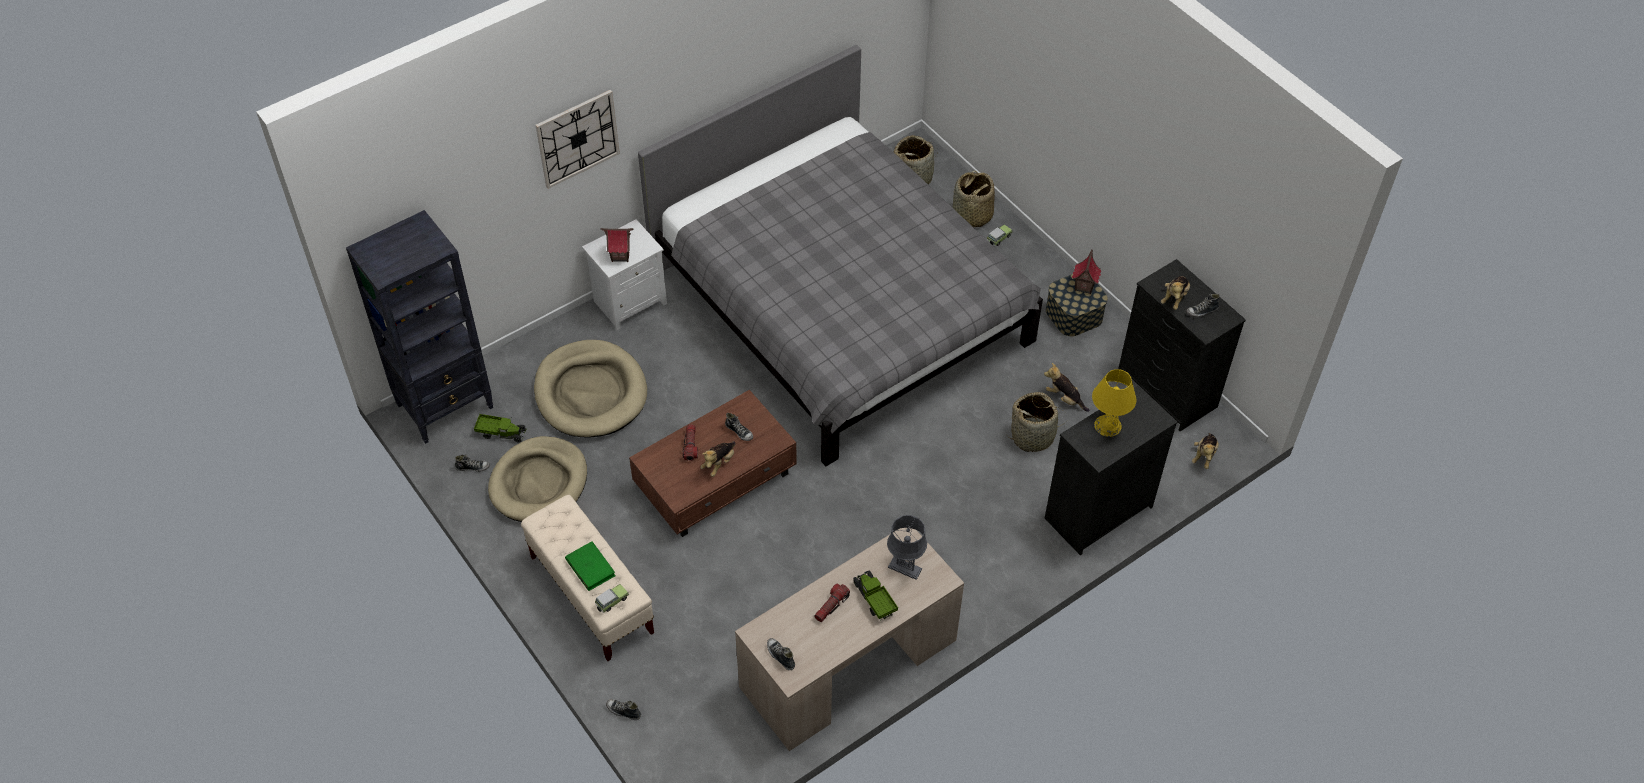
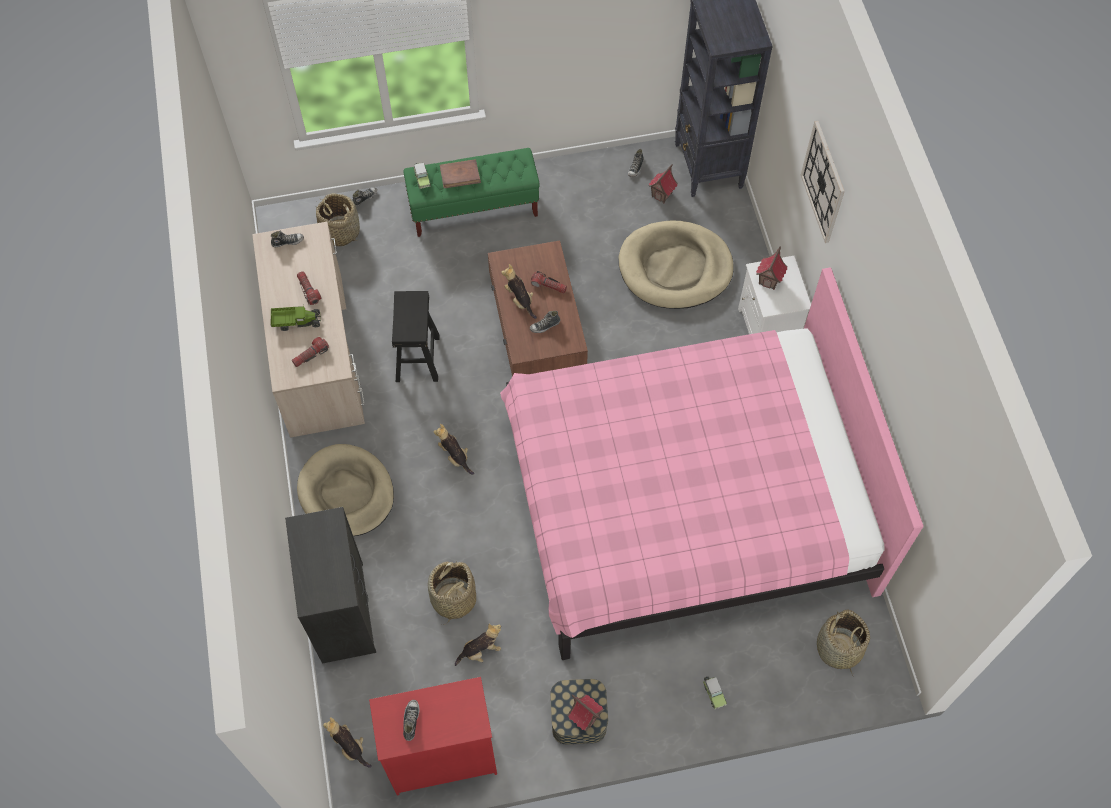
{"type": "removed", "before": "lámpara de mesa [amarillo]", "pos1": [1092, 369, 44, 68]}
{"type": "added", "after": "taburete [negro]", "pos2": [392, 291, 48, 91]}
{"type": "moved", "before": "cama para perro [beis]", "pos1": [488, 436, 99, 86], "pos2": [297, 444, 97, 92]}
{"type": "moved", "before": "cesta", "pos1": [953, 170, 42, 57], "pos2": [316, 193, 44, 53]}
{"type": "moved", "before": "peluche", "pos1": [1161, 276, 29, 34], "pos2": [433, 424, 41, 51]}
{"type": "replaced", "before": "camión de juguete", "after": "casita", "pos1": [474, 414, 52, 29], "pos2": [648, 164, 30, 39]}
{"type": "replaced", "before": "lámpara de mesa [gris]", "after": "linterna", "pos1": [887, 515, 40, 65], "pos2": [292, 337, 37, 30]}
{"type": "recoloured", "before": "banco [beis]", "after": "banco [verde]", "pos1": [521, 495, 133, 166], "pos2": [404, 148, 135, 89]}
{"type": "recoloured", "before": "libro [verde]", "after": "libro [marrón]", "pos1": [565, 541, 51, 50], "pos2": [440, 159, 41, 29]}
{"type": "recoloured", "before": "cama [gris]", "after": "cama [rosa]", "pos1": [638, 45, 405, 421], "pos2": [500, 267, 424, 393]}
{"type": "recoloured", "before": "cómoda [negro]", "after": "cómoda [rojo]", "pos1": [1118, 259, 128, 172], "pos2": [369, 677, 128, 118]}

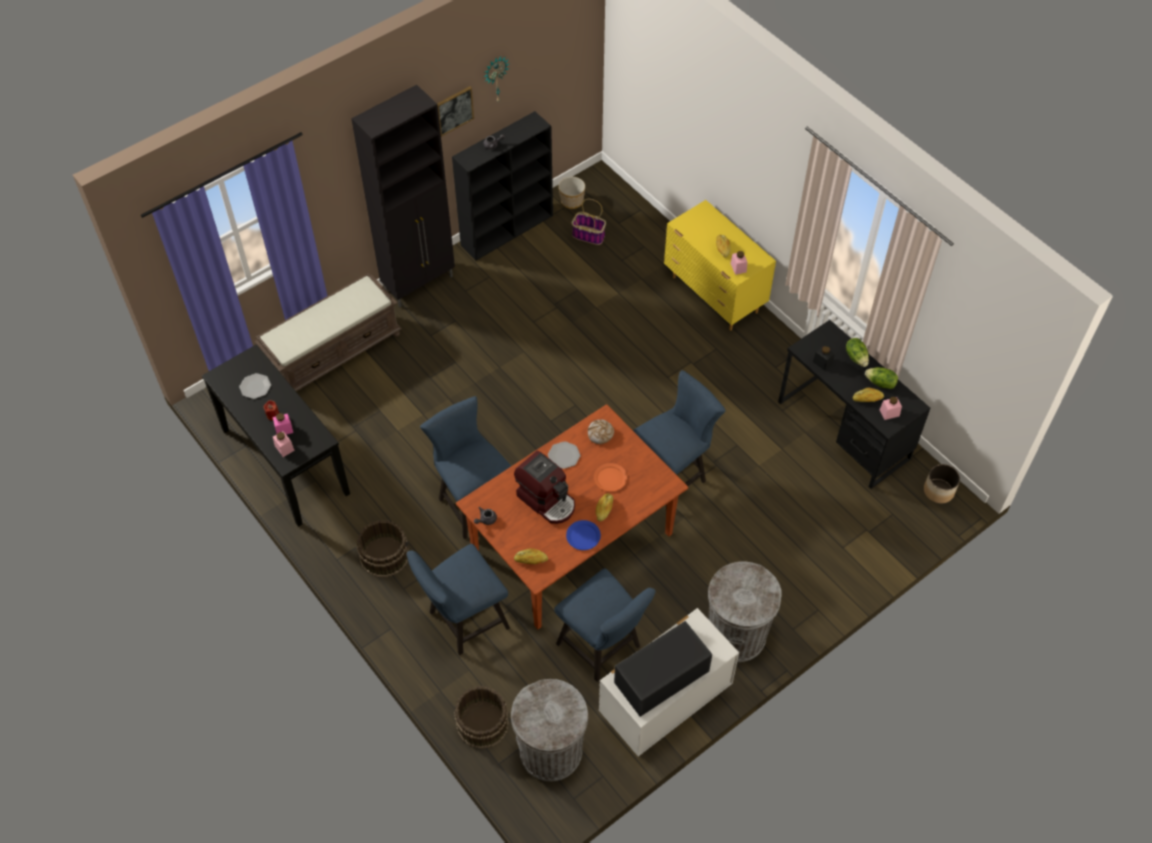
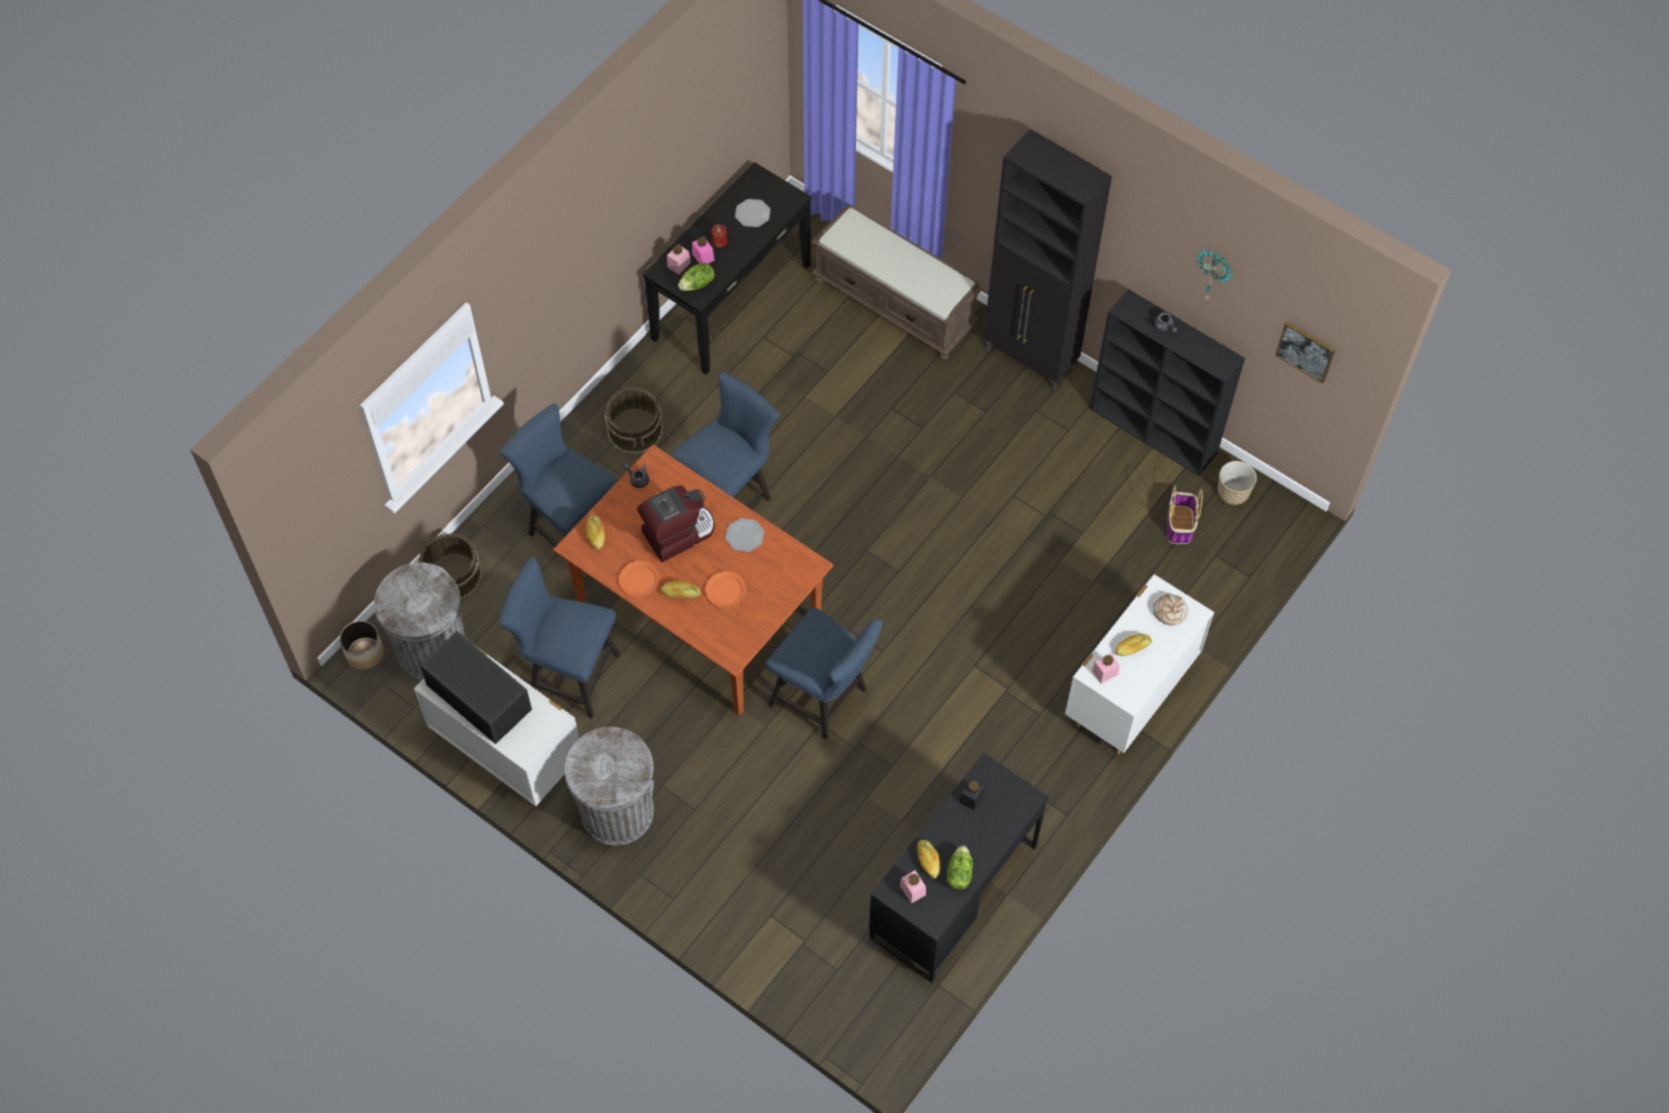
{"type": "moved", "before": "cuadro", "pos1": [437, 86, 37, 51], "pos2": [1275, 321, 61, 63]}
{"type": "moved", "before": "pan", "pos1": [588, 420, 26, 24], "pos2": [1153, 594, 35, 31]}
{"type": "moved", "before": "lechuga", "pos1": [846, 338, 23, 29], "pos2": [678, 263, 37, 28]}
{"type": "moved", "before": "maceta", "pos1": [924, 464, 36, 39], "pos2": [339, 621, 45, 49]}
{"type": "recoloured", "before": "plato [azul]", "after": "plato [naranja]", "pos1": [566, 520, 35, 30], "pos2": [619, 561, 41, 35]}
{"type": "recoloured", "before": "cómoda [amarillo]", "after": "cómoda [blanco]", "pos1": [664, 200, 112, 131], "pos2": [1065, 574, 149, 180]}
{"type": "turned", "before": "cafetera", "pos1": [514, 450, 61, 74], "pos2": [637, 485, 78, 77], "turn": -150}
{"type": "turned", "before": "silla [azul]", "pos1": [554, 568, 102, 114], "pos2": [498, 557, 123, 162], "turn": 75}

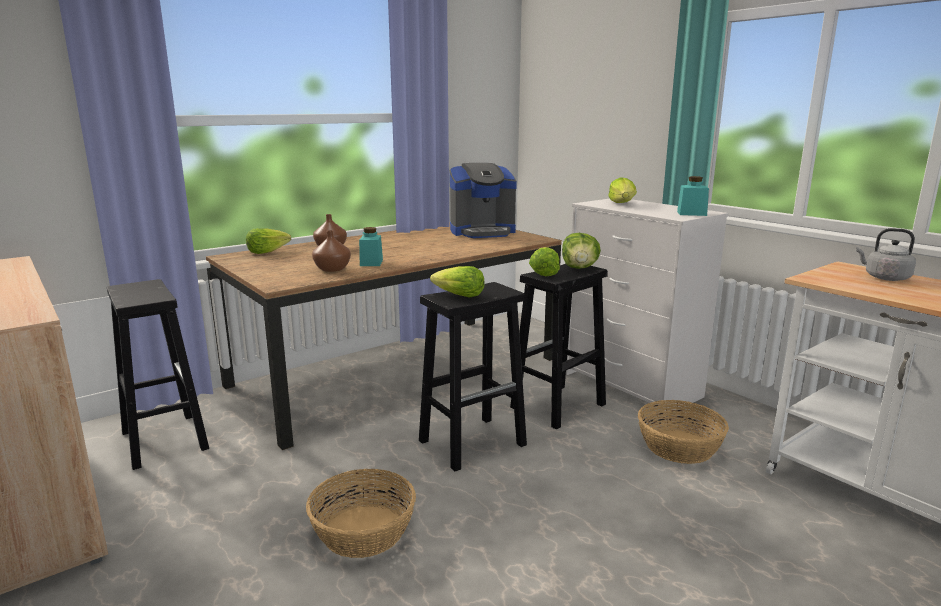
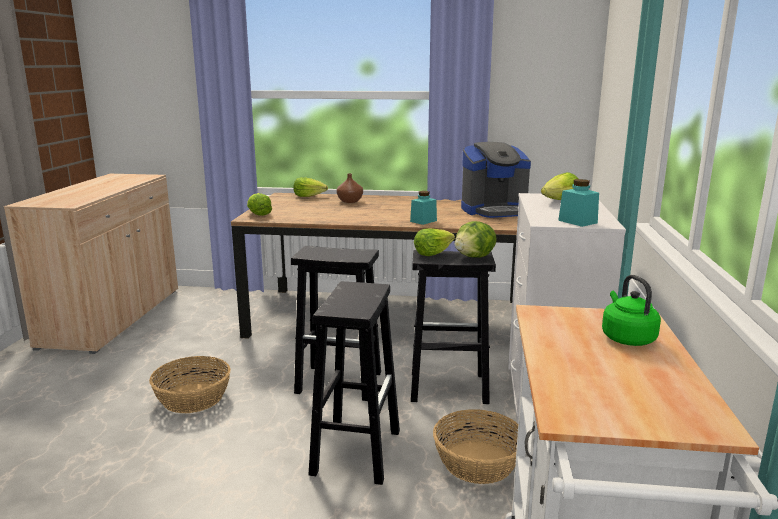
{"type": "removed", "before": "florero [marrón]", "pos1": [312, 230, 39, 42]}
{"type": "moved", "before": "taburete [negro]", "pos1": [107, 279, 102, 191], "pos2": [309, 281, 91, 204]}
{"type": "moved", "before": "tarro [turquesa]", "pos1": [359, 227, 24, 39], "pos2": [410, 191, 27, 34]}
{"type": "moved", "before": "lechuga", "pos1": [430, 266, 54, 32], "pos2": [247, 193, 25, 23]}
{"type": "recoloured", "before": "hervidor [gris]", "after": "hervidor [verde]", "pos1": [856, 228, 60, 53], "pos2": [602, 275, 59, 71]}
{"type": "turned", "before": "cafetera", "pos1": [449, 163, 68, 75], "pos2": [461, 142, 70, 76], "turn": -45}

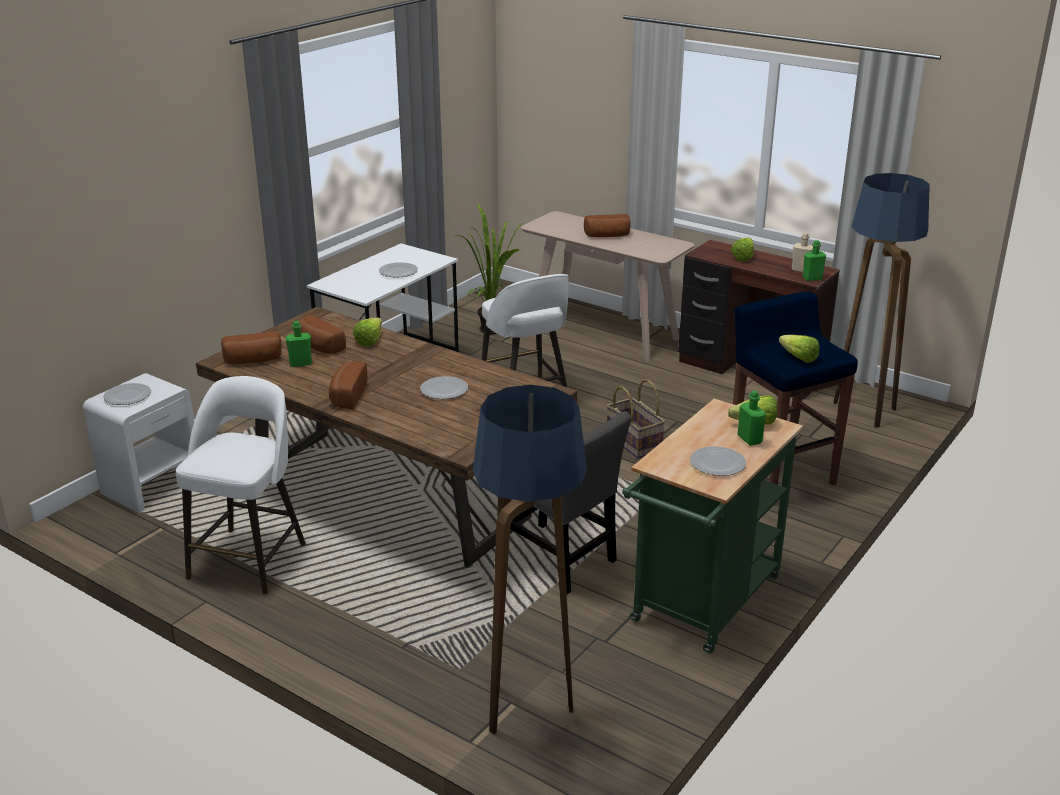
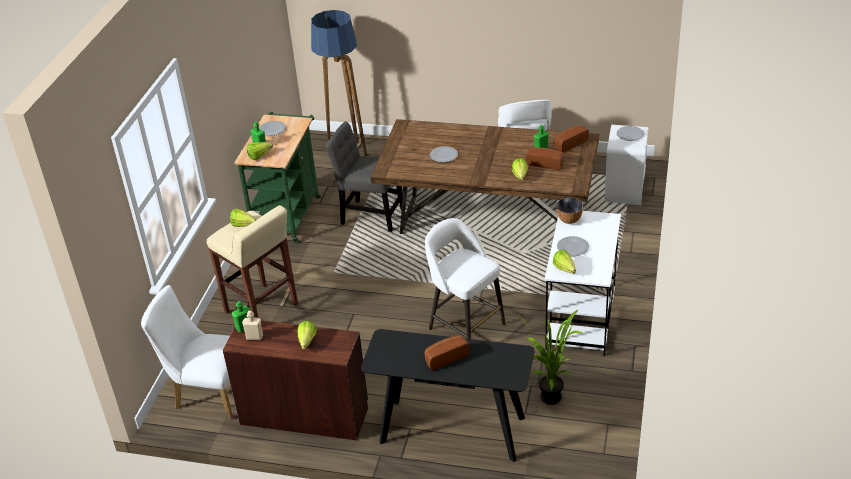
{"type": "removed", "before": "pan", "pos1": [329, 362, 39, 47]}
{"type": "removed", "before": "cesta", "pos1": [606, 379, 59, 79]}
{"type": "added", "after": "lechuga", "pos2": [553, 250, 23, 24]}
{"type": "added", "after": "cuenco", "pos2": [556, 198, 27, 26]}
{"type": "replaced", "before": "lámpara de pie", "after": "silla [blanco]", "pos1": [833, 173, 97, 255], "pos2": [141, 285, 92, 134]}
{"type": "recoloured", "before": "mesa consola [beis]", "after": "mesa consola [negro]", "pos1": [521, 211, 174, 151], "pos2": [361, 329, 174, 133]}
{"type": "recoloured", "before": "taburete [azul]", "after": "taburete [beis]", "pos1": [733, 291, 125, 195], "pos2": [206, 205, 92, 113]}

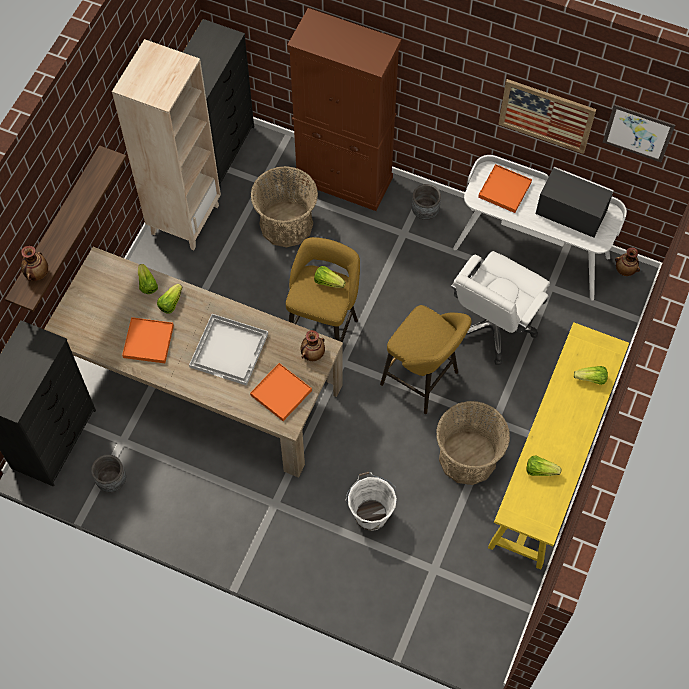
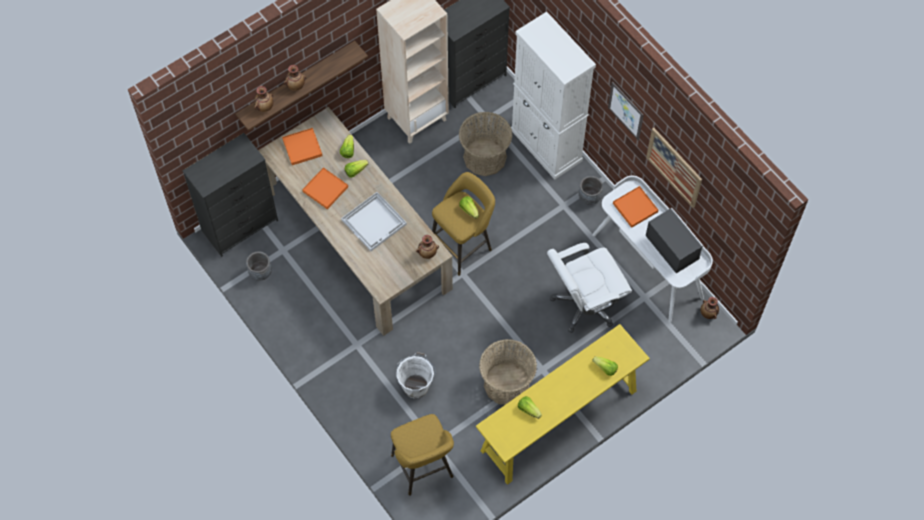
{"type": "added", "after": "florero", "pos2": [284, 65, 22, 26]}
{"type": "moved", "before": "bandeja [naranja]", "pos1": [250, 363, 62, 58], "pos2": [282, 128, 41, 37]}
{"type": "moved", "before": "taburete [amarillo]", "pos1": [380, 305, 92, 109], "pos2": [391, 414, 63, 82]}
{"type": "moved", "before": "cuadro", "pos1": [603, 104, 72, 58], "pos2": [608, 82, 36, 58]}
{"type": "recoloured", "before": "armario [marrón]", "after": "armario [blanco]", "pos1": [287, 8, 114, 203], "pos2": [511, 12, 85, 168]}

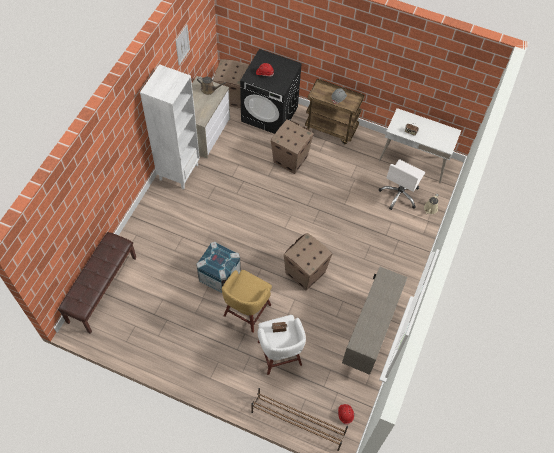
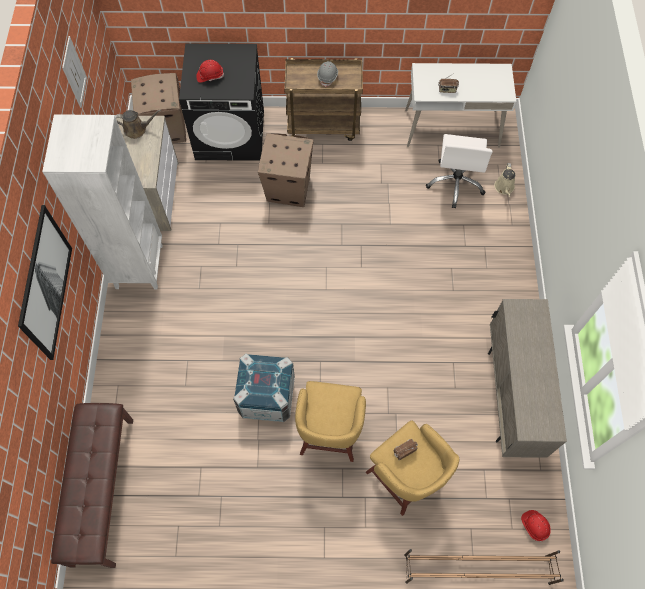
{"type": "removed", "before": "caja de cartón", "pos1": [284, 233, 49, 57]}
{"type": "added", "after": "cuadro", "pos2": [18, 205, 54, 155]}
{"type": "recoloured", "before": "taburete [blanco]", "after": "taburete [amarillo]", "pos1": [257, 315, 49, 60], "pos2": [366, 420, 93, 96]}

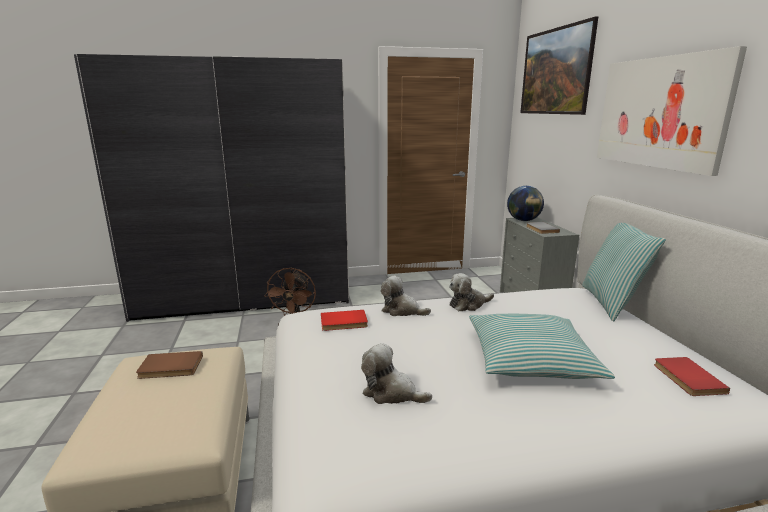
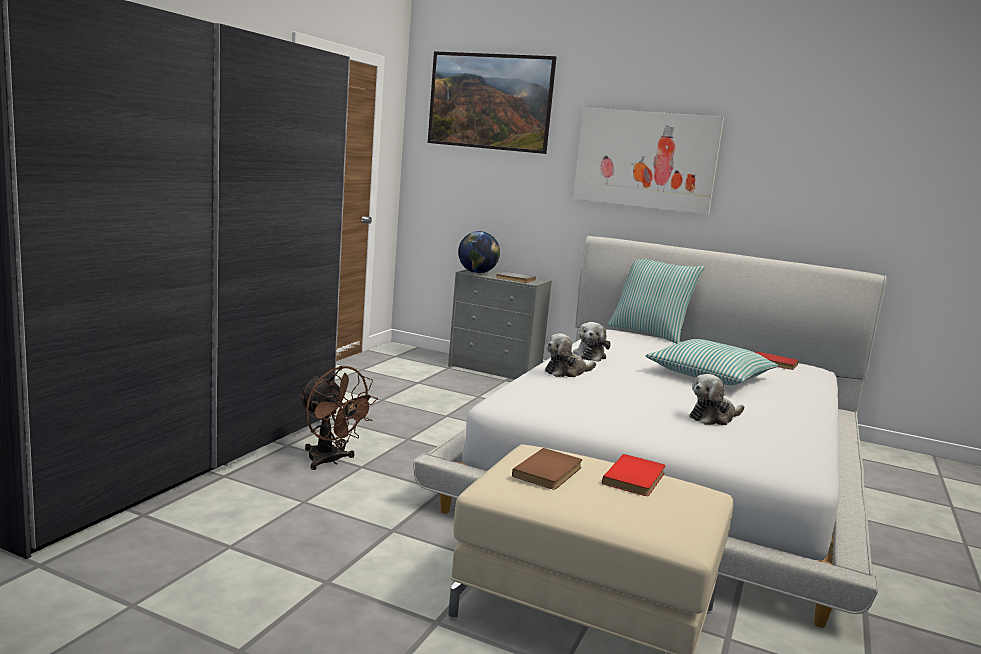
{"type": "moved", "before": "libro [rojo]", "pos1": [321, 310, 47, 21], "pos2": [602, 454, 64, 42]}

